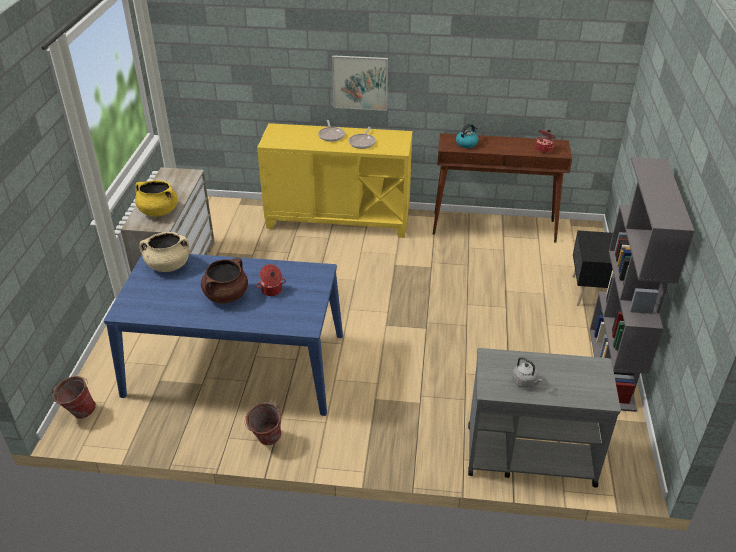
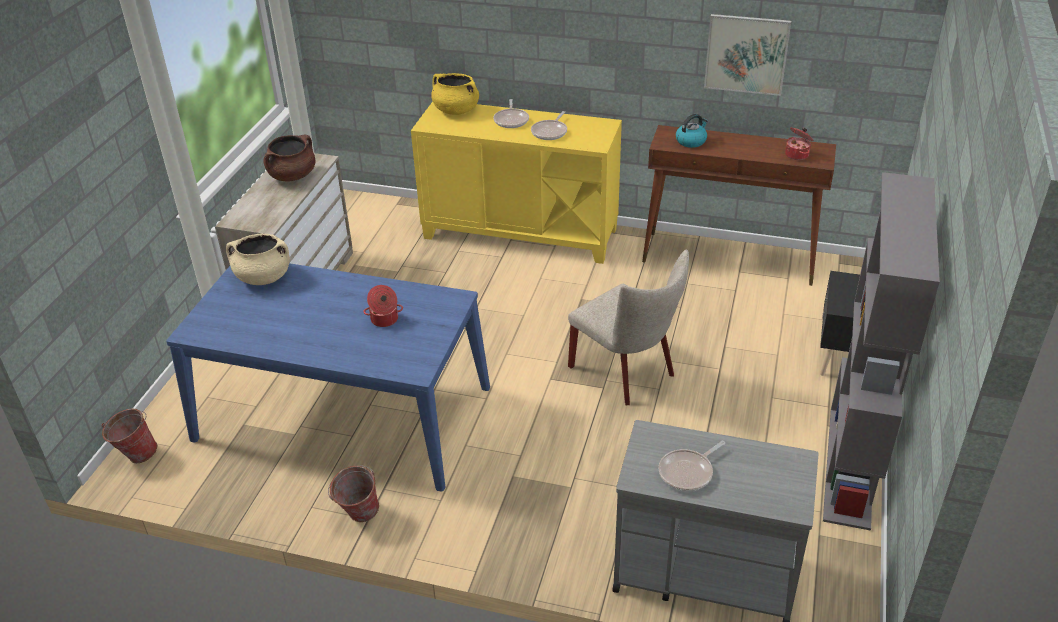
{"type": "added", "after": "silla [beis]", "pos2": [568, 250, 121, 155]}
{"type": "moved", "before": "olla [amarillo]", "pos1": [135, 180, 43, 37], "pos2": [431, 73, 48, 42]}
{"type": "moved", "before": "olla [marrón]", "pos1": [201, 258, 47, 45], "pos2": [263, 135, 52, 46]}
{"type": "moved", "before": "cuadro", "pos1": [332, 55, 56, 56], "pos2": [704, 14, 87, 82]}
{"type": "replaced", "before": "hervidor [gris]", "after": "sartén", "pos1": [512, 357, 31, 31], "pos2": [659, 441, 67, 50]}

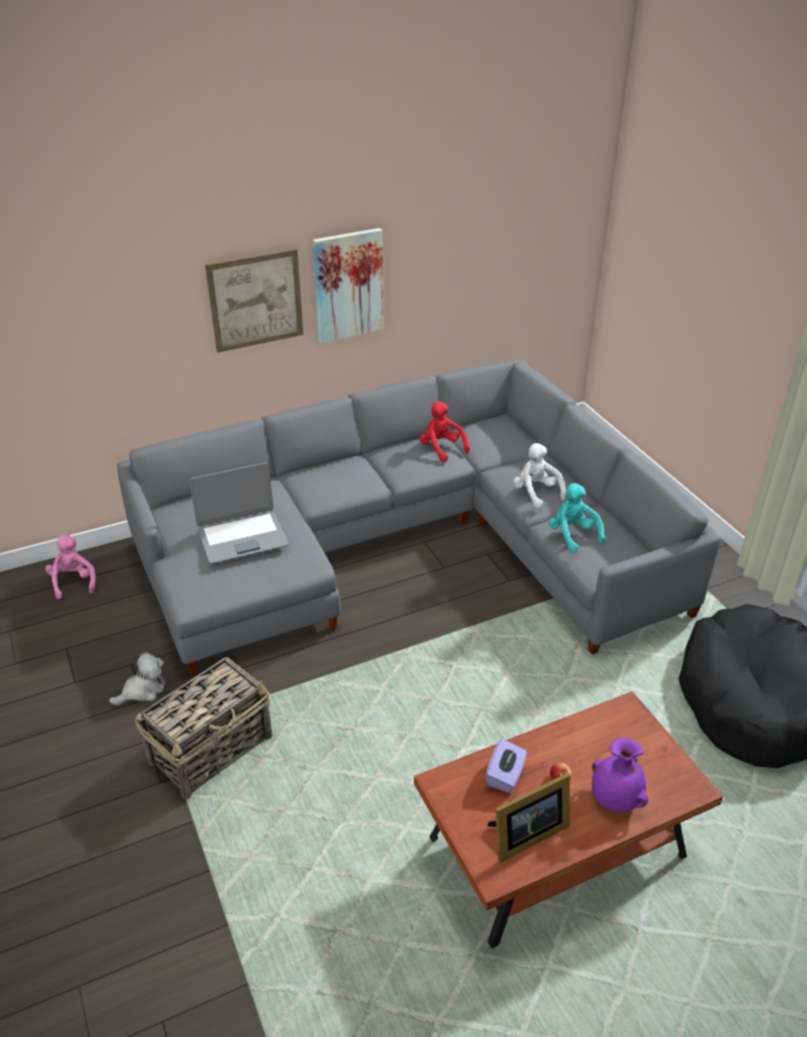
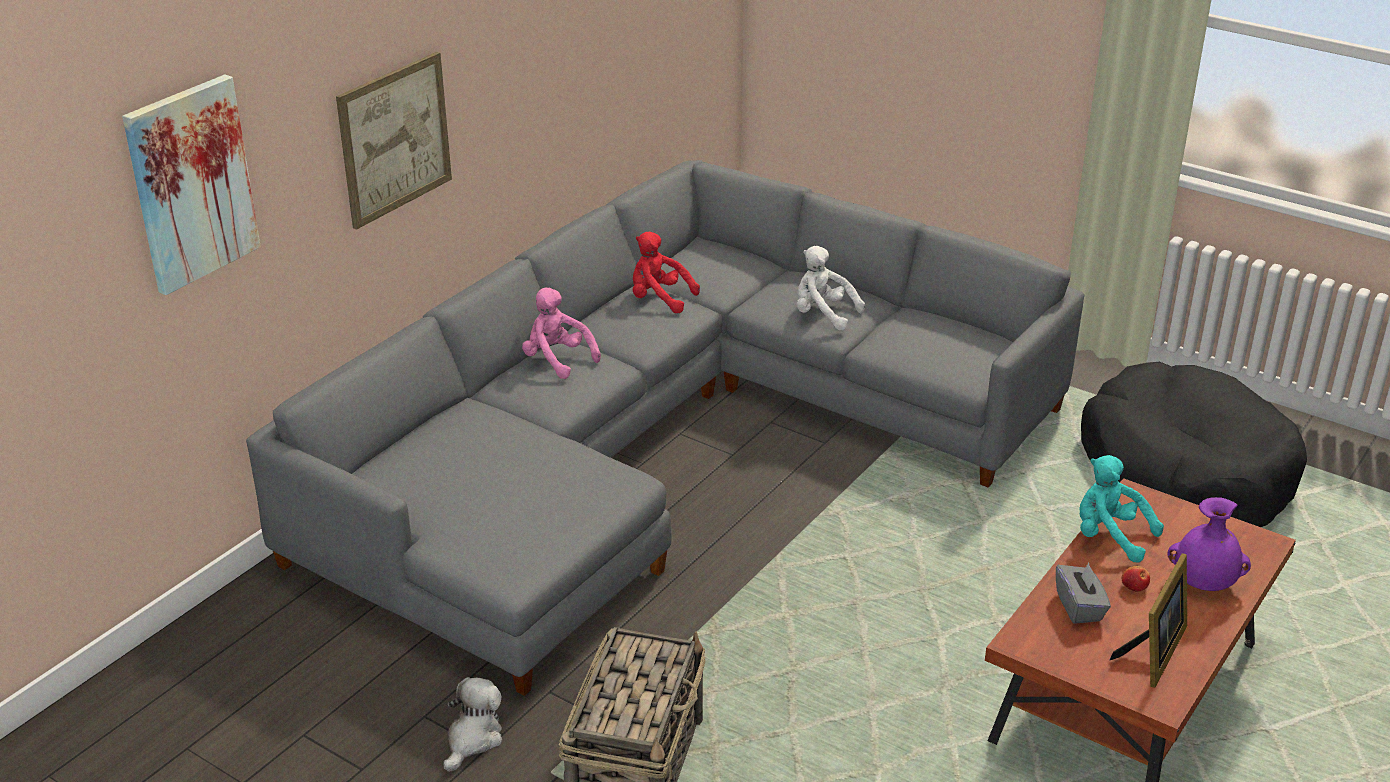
{"type": "removed", "before": "portátil", "pos1": [189, 463, 99, 101]}
{"type": "moved", "before": "peluche [rosa]", "pos1": [45, 535, 51, 64], "pos2": [522, 288, 79, 91]}
{"type": "moved", "before": "cuadro", "pos1": [313, 228, 71, 115], "pos2": [122, 75, 139, 220]}
{"type": "moved", "before": "peluche [turquesa]", "pos1": [548, 483, 57, 70], "pos2": [1080, 455, 84, 108]}
{"type": "recoloured", "before": "caja de pañuelos [morado]", "after": "caja de pañuelos [gris]", "pos1": [486, 739, 41, 54], "pos2": [1056, 562, 55, 62]}

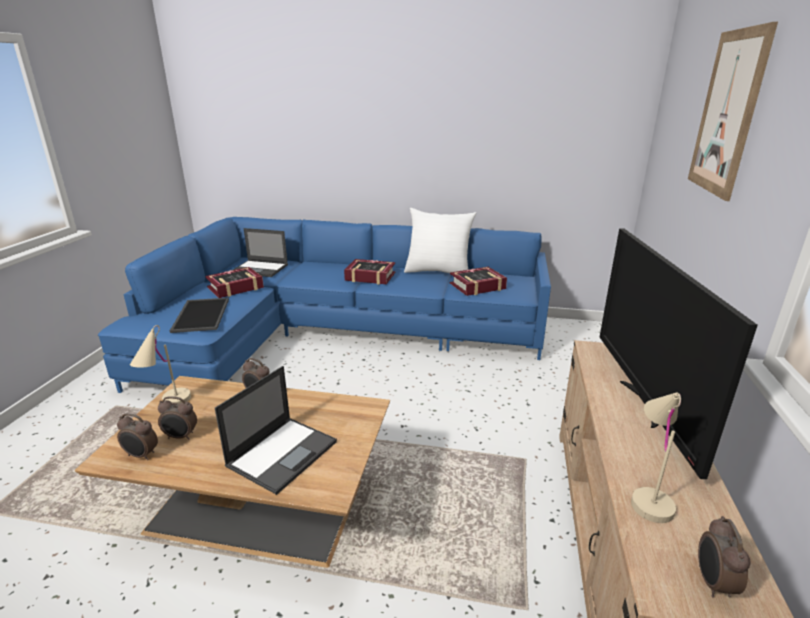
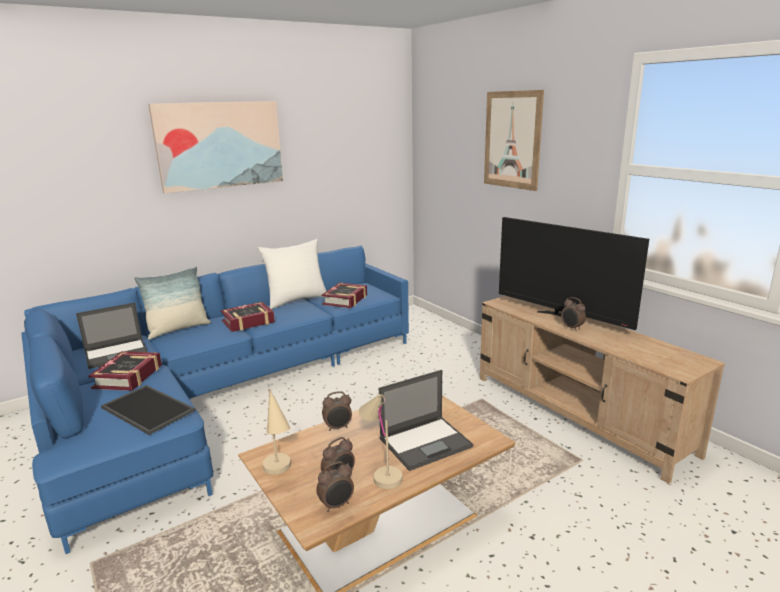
{"type": "added", "after": "cojín", "pos2": [134, 267, 77, 73]}
{"type": "added", "after": "cuadro", "pos2": [148, 101, 135, 93]}
{"type": "moved", "before": "lámpara de mesa [beis]", "pos1": [631, 393, 50, 130], "pos2": [359, 394, 43, 95]}
{"type": "moved", "before": "despertador", "pos1": [698, 516, 53, 82], "pos2": [561, 297, 25, 34]}
{"type": "turned", "before": "portátil", "pos1": [215, 366, 122, 129], "pos2": [379, 370, 95, 101], "turn": 75}

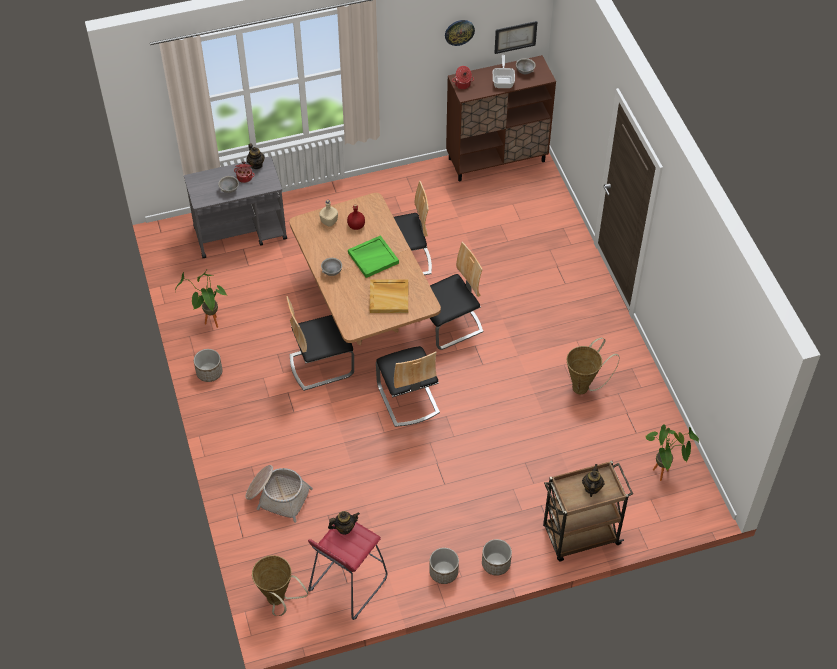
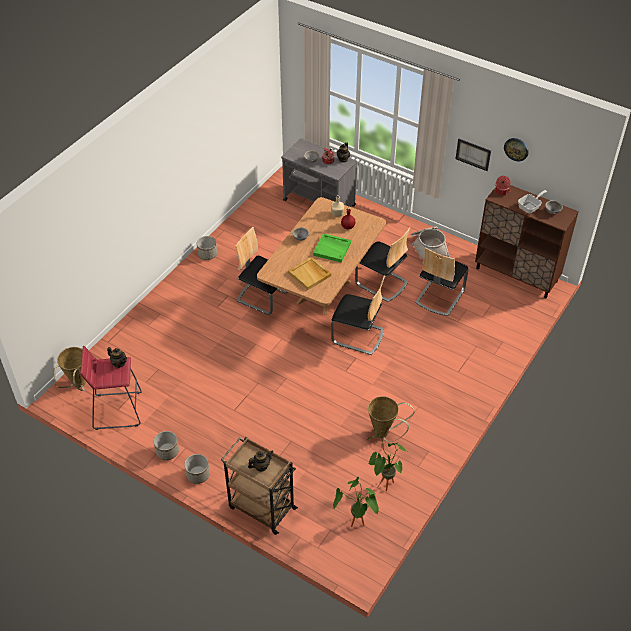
{"type": "moved", "before": "planta en maceta", "pos1": [175, 269, 52, 59], "pos2": [367, 431, 40, 60]}
{"type": "moved", "before": "cesta", "pos1": [246, 465, 67, 58], "pos2": [411, 227, 39, 37]}
{"type": "moved", "before": "silla", "pos1": [376, 346, 64, 81], "pos2": [415, 247, 53, 69]}
{"type": "moved", "before": "cuadro", "pos1": [494, 21, 43, 33], "pos2": [456, 139, 35, 32]}

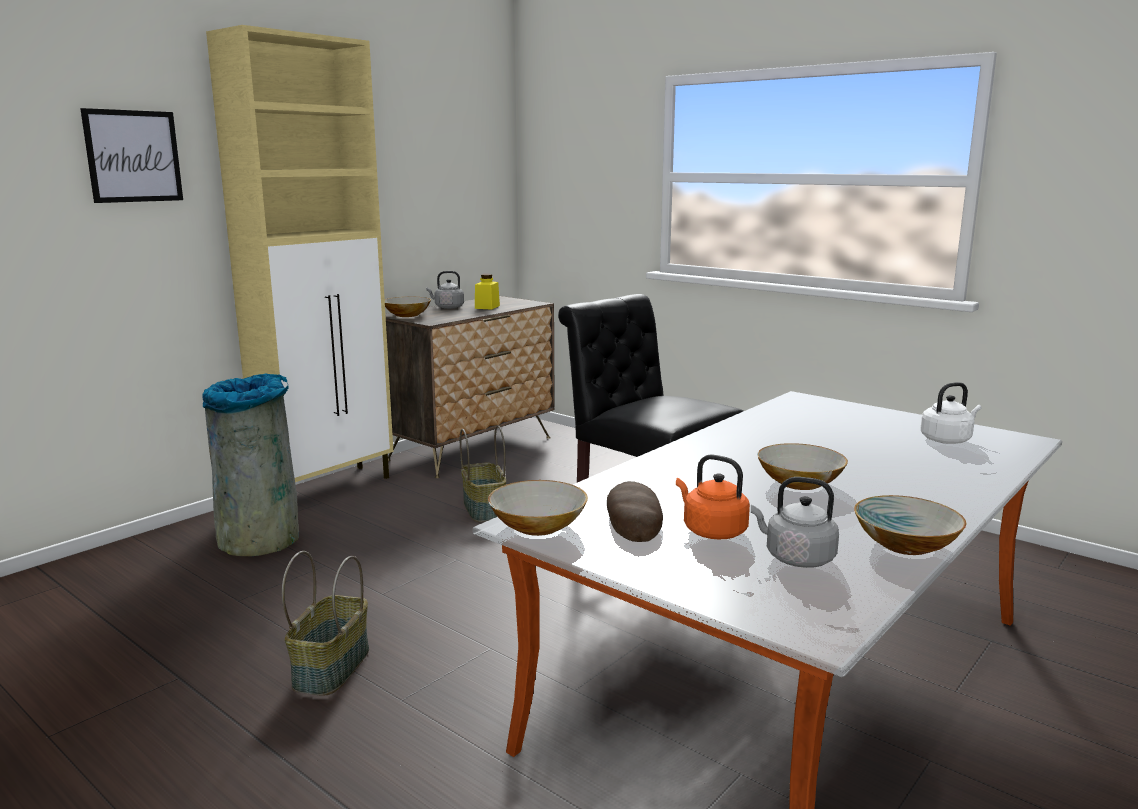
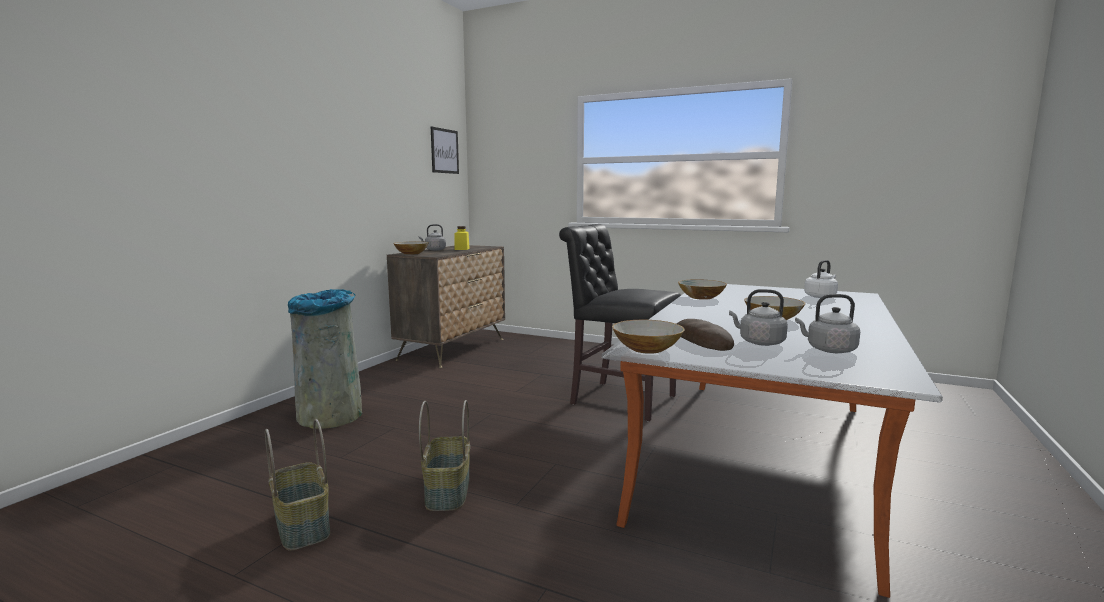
{"type": "removed", "before": "armario [beis]", "pos1": [206, 25, 187, 457]}
{"type": "moved", "before": "cuadro", "pos1": [80, 108, 103, 95], "pos2": [431, 127, 28, 47]}
{"type": "moved", "before": "cesta", "pos1": [460, 425, 46, 97], "pos2": [265, 419, 65, 132]}
{"type": "moved", "before": "cuenco", "pos1": [854, 495, 113, 60], "pos2": [678, 279, 49, 21]}
{"type": "recoloured", "before": "hervidor [naranja]", "after": "hervidor [gris]", "pos1": [676, 454, 74, 86], "pos2": [729, 289, 59, 57]}

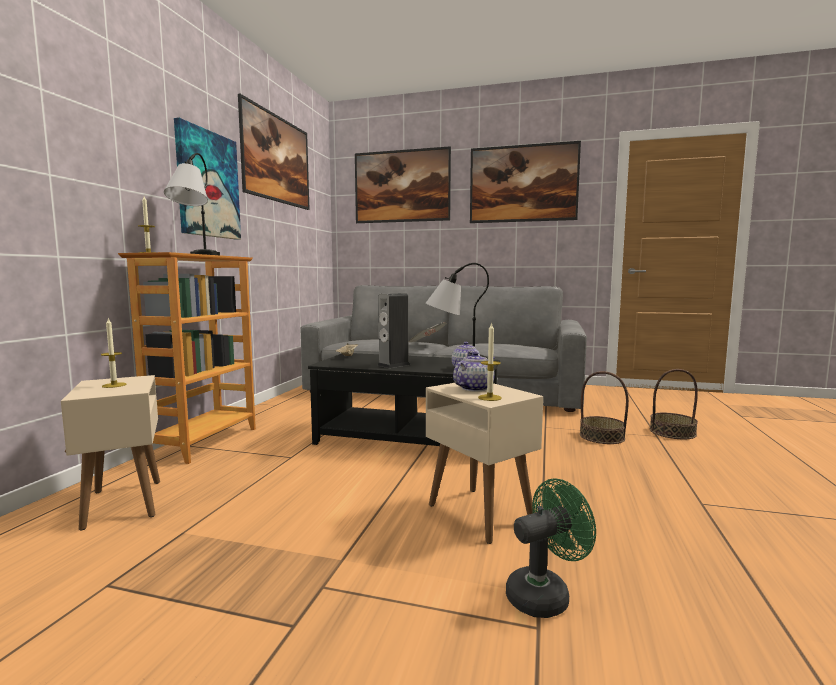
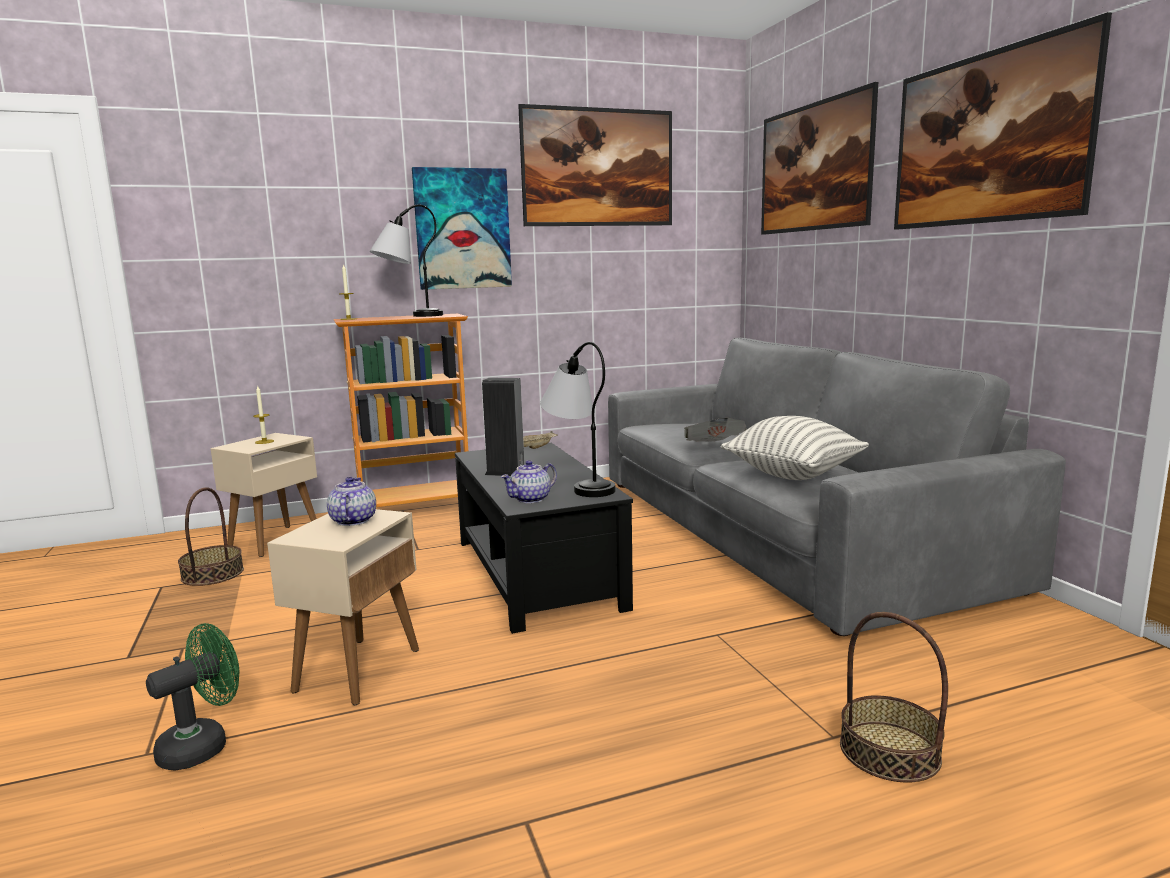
{"type": "removed", "before": "vela", "pos1": [478, 322, 24, 79]}
{"type": "added", "after": "cojín", "pos2": [721, 416, 148, 64]}
{"type": "moved", "before": "cesta", "pos1": [580, 371, 49, 73], "pos2": [178, 487, 66, 99]}
{"type": "turned", "before": "tetera", "pos1": [453, 351, 42, 41], "pos2": [327, 477, 49, 49], "turn": -105}
{"type": "turned", "before": "ventilador [verde]", "pos1": [506, 479, 90, 139], "pos2": [146, 623, 93, 148], "turn": -75}

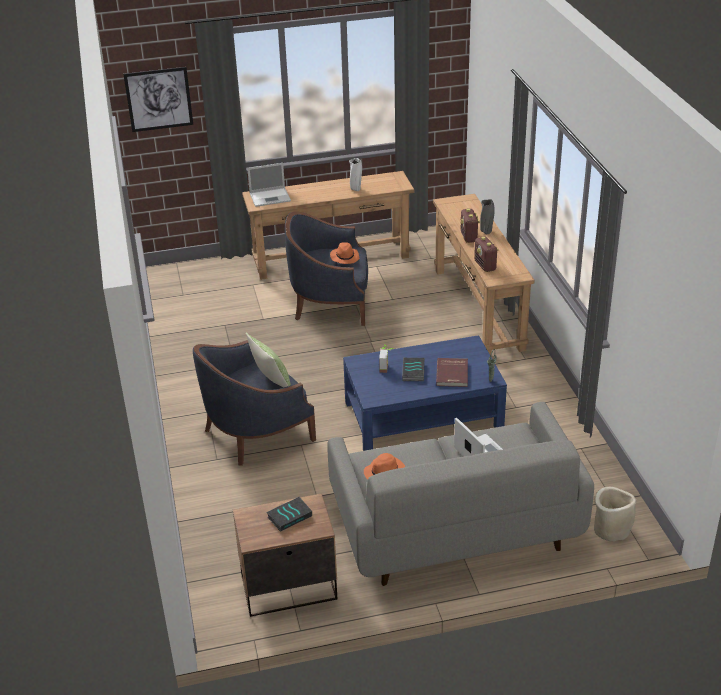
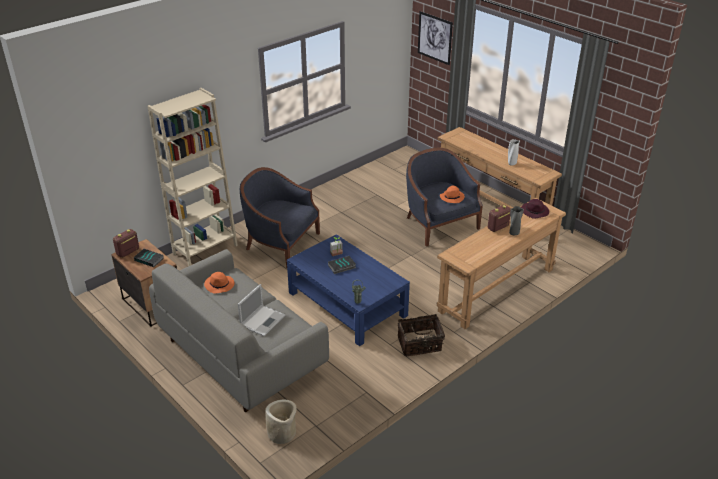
{"type": "removed", "before": "cojín", "pos1": [246, 333, 45, 55]}
{"type": "removed", "before": "portátil", "pos1": [247, 163, 44, 44]}
{"type": "removed", "before": "libro [rojo]", "pos1": [436, 358, 32, 29]}
{"type": "added", "after": "estantería [beis]", "pos2": [147, 88, 91, 179]}
{"type": "added", "after": "cesta", "pos2": [398, 314, 47, 42]}
{"type": "added", "after": "sombrero [morado]", "pos2": [521, 199, 28, 19]}
{"type": "moved", "before": "radio", "pos1": [474, 237, 25, 35], "pos2": [113, 229, 26, 29]}

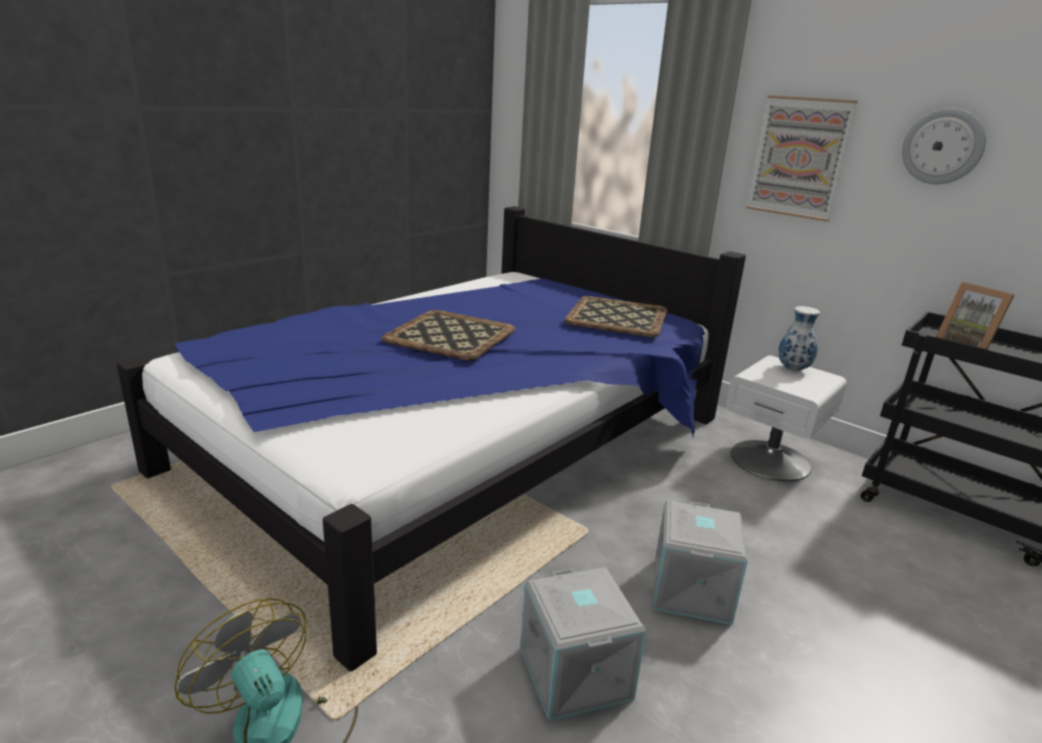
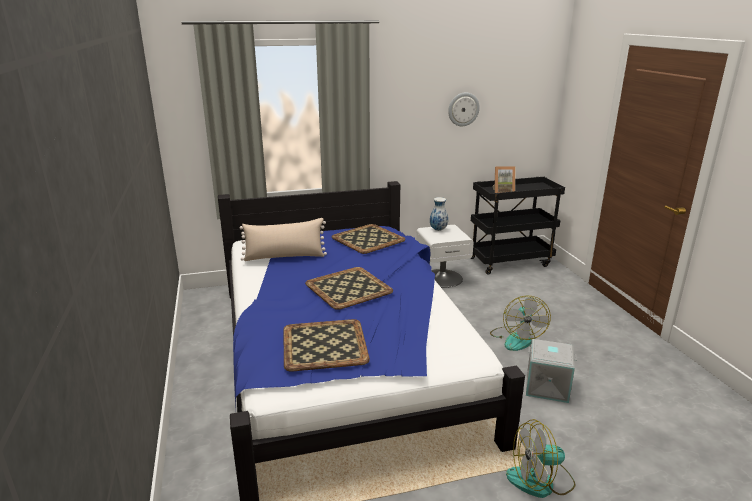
{"type": "removed", "before": "cuadro", "pos1": [747, 95, 111, 127]}
{"type": "added", "after": "cojín [beis]", "pos2": [239, 218, 88, 43]}
{"type": "added", "after": "bandeja", "pos2": [283, 319, 87, 53]}
{"type": "replaced", "before": "caja de almacenaje [gris]", "after": "ventilador", "pos1": [652, 501, 96, 124], "pos2": [490, 295, 61, 56]}

